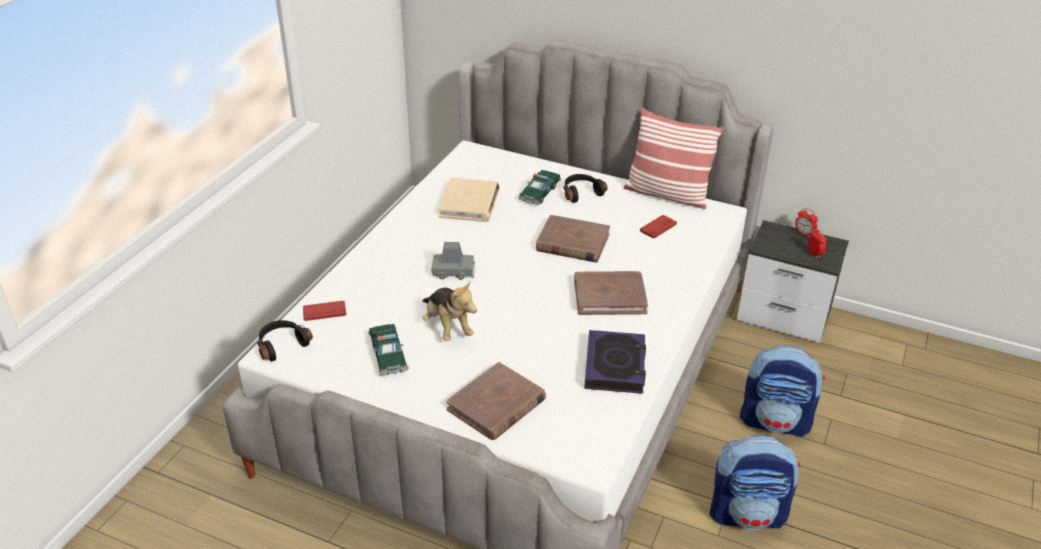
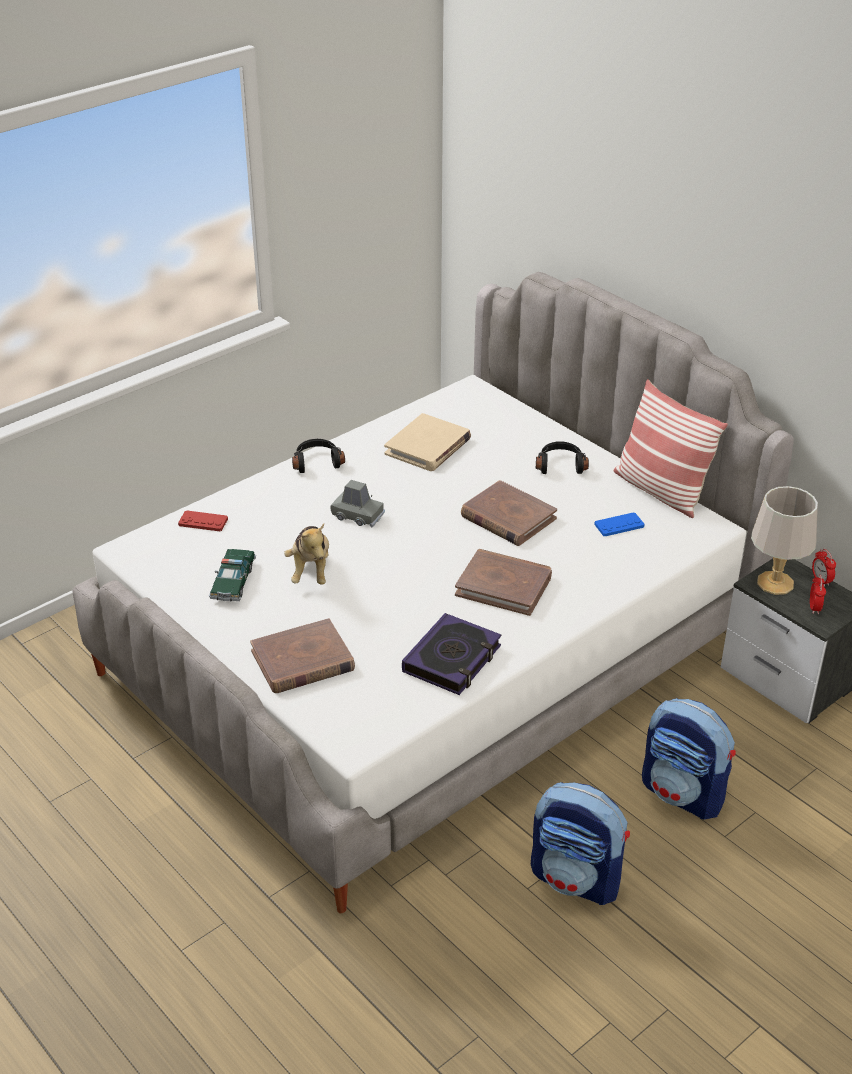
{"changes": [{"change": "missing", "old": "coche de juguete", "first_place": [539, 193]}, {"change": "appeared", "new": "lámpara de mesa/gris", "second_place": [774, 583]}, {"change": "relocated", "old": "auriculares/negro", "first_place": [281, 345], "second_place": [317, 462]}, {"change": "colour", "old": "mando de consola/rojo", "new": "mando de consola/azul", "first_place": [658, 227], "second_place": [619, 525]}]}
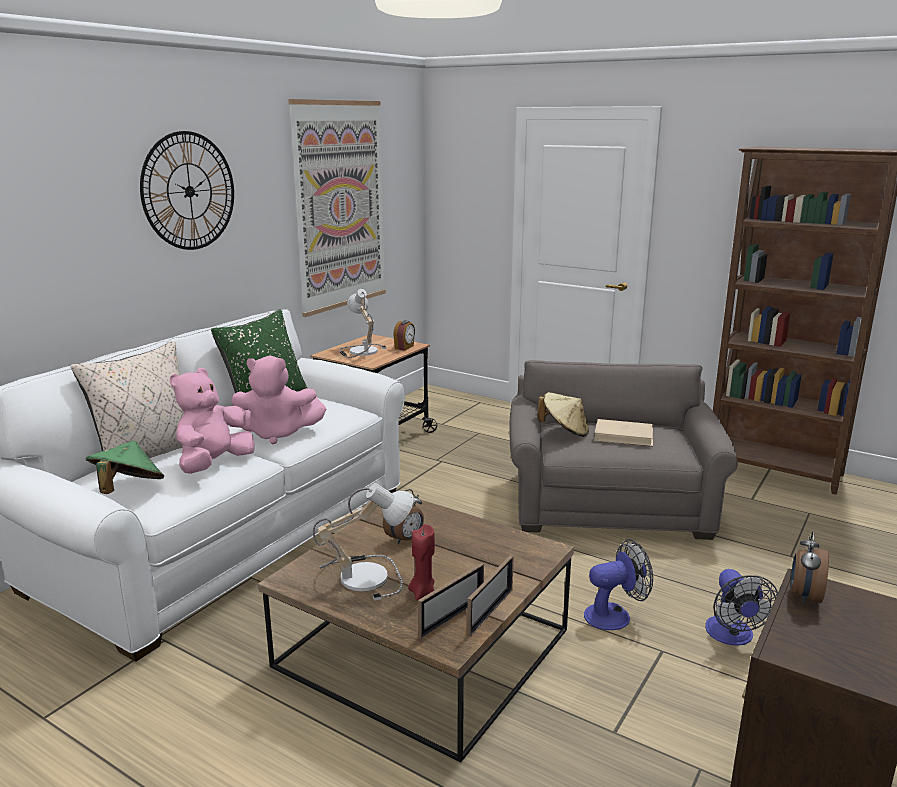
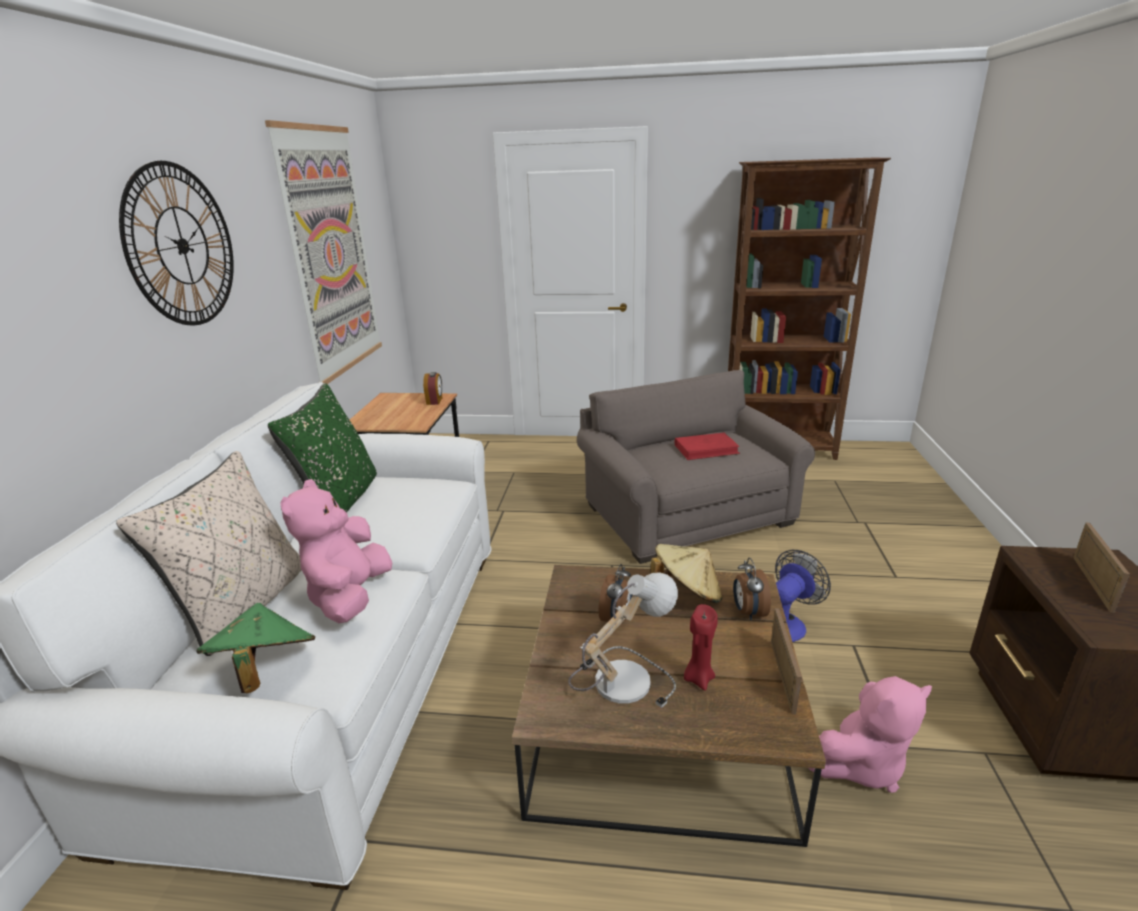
{"changes": [{"change": "missing", "old": "lámpara de mesa", "first_place": [360, 351]}, {"change": "missing", "old": "ventilador", "first_place": [732, 636]}, {"change": "relocated", "old": "peluche/rosa", "first_place": [277, 434], "second_place": [860, 764]}, {"change": "relocated", "old": "portarretratos", "first_place": [452, 617], "second_place": [1092, 583]}, {"change": "relocated", "old": "sombrero/beis", "first_place": [564, 431], "second_place": [686, 594]}, {"change": "relocated", "old": "despertador", "first_place": [804, 596], "second_place": [748, 612]}, {"change": "colour", "old": "libro/beis", "new": "libro/rojo", "first_place": [624, 436], "second_place": [706, 449]}]}
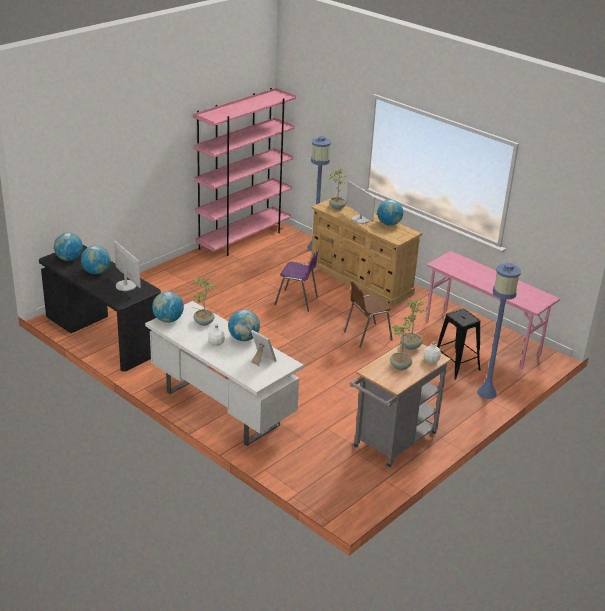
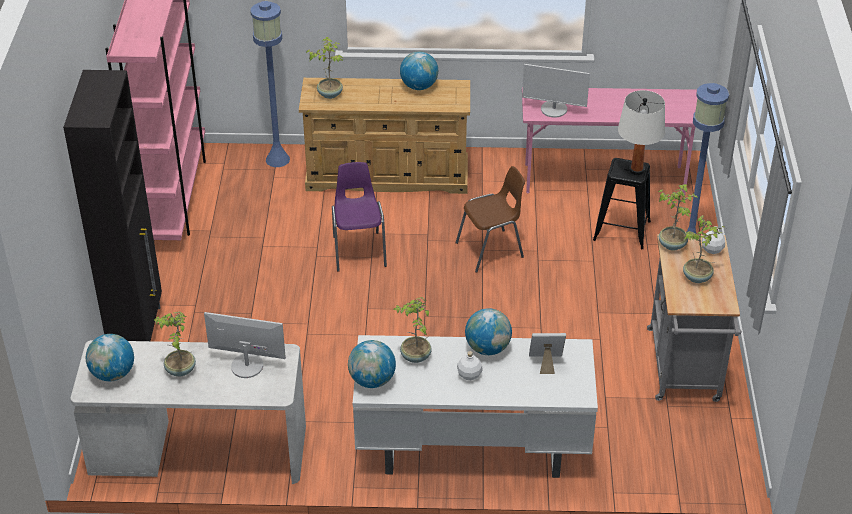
{"changes": [{"change": "appeared", "new": "armario/negro", "second_place": [138, 333]}, {"change": "appeared", "new": "lámpara de mesa/blanco", "second_place": [636, 170]}, {"change": "relocated", "old": "monitor", "first_place": [360, 219], "second_place": [554, 109]}, {"change": "exchanged", "old": "globo terráqueo", "new": "planta en maceta", "first_place": [96, 272], "second_place": [179, 370]}, {"change": "colour", "old": "escritorio/negro", "new": "escritorio/blanco", "first_place": [102, 335], "second_place": [198, 451]}, {"change": "spun", "old": "silla/morado", "first_place": [297, 301], "second_place": [359, 250], "degrees": -75}, {"change": "spun", "old": "silla/marrón", "first_place": [366, 336], "second_place": [491, 250], "degrees": -135}]}
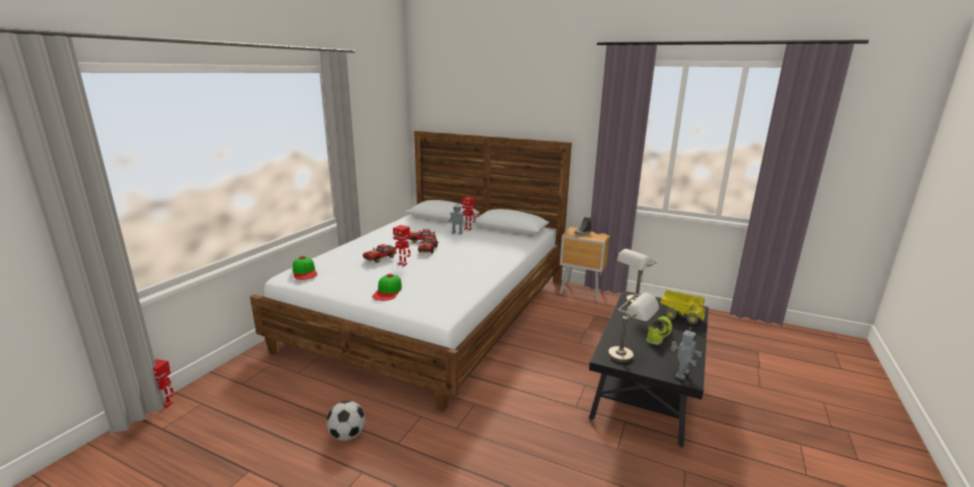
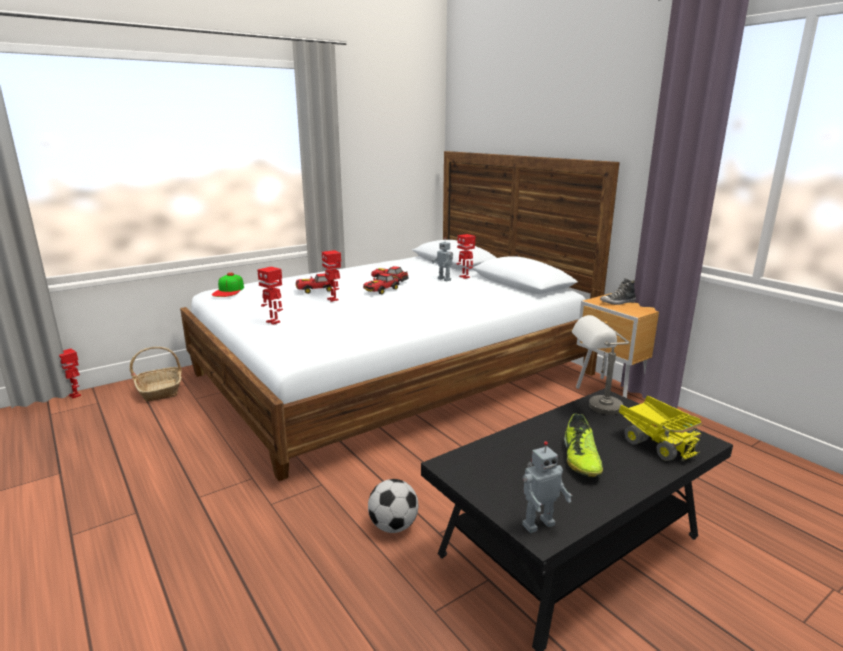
{"changes": [{"change": "missing", "old": "lámpara de mesa/gris", "first_place": [629, 358]}, {"change": "appeared", "new": "cesta", "second_place": [161, 390]}, {"change": "relocated", "old": "balón de fútbol", "first_place": [347, 435], "second_place": [393, 526]}, {"change": "exchanged", "old": "gorra", "new": "robot de juguete", "first_place": [388, 291], "second_place": [274, 322]}, {"change": "spun", "old": "zapato", "first_place": [659, 334], "second_place": [580, 459], "degrees": 120}]}
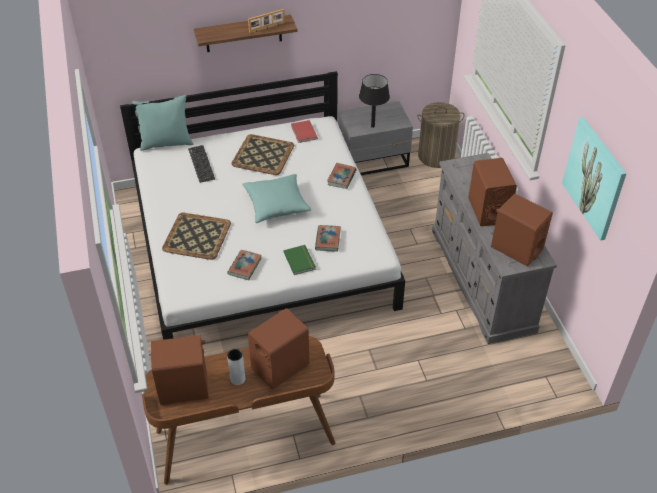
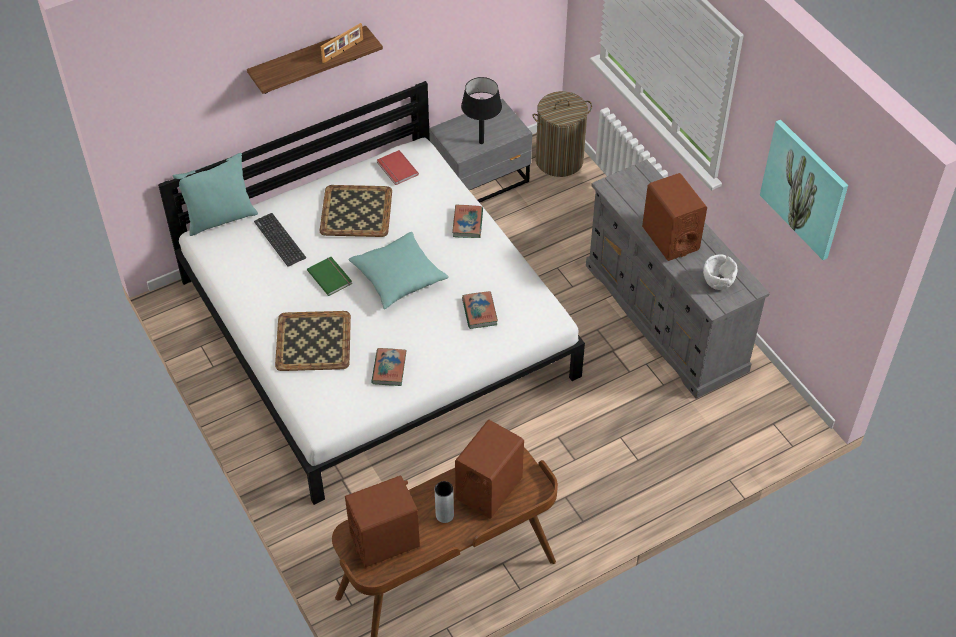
{"changes": [{"change": "relocated", "old": "libro/verde", "first_place": [300, 260], "second_place": [331, 276]}, {"change": "exchanged", "old": "altavoz/marrón", "new": "cuenco/blanco", "first_place": [516, 248], "second_place": [718, 281]}]}
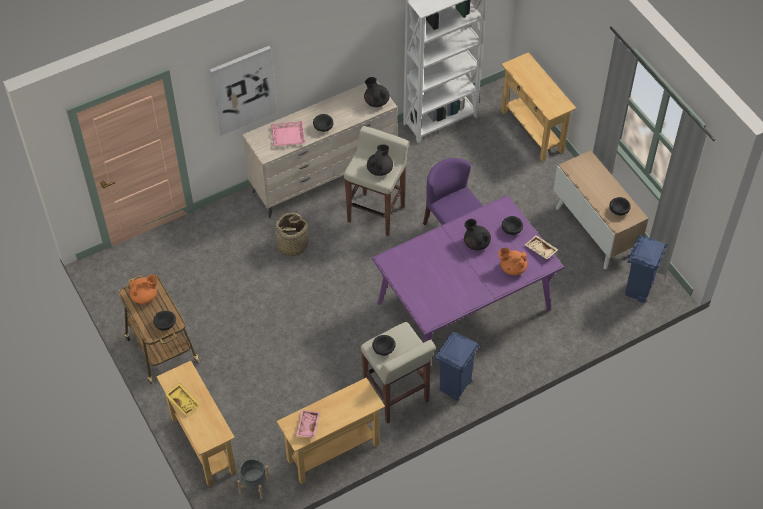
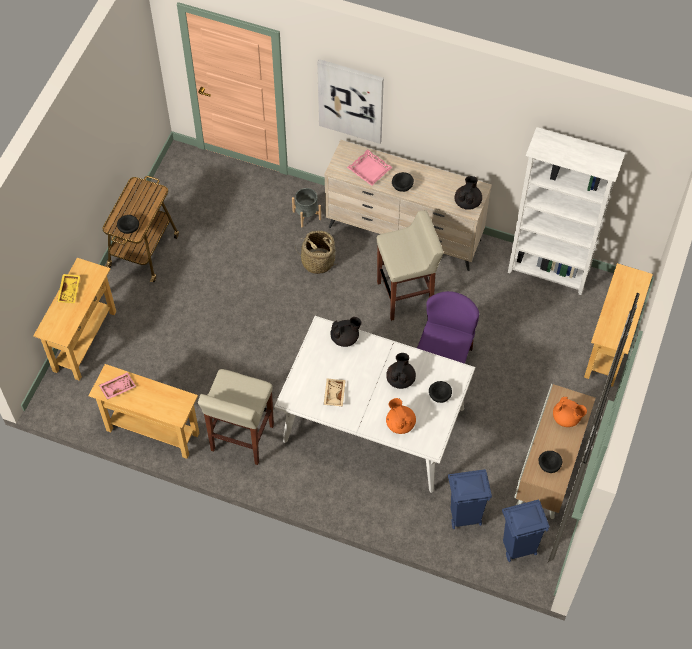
{"changes": [{"change": "missing", "old": "cuenco/negro", "first_place": [383, 349]}, {"change": "relocated", "old": "tetera/naranja", "first_place": [145, 296], "second_place": [566, 418]}, {"change": "relocated", "old": "maceta/gris", "first_place": [254, 485], "second_place": [306, 215]}, {"change": "relocated", "old": "tetera/negro", "first_place": [380, 169], "second_place": [345, 338]}, {"change": "relocated", "old": "papelera/azul", "first_place": [454, 387], "second_place": [464, 517]}, {"change": "relocated", "old": "bandeja/beis", "first_place": [540, 250], "second_place": [333, 394]}, {"change": "colour", "old": "mesa de comedor/morado", "new": "mesa de comedor/blanco", "first_place": [464, 305], "second_place": [375, 424]}]}
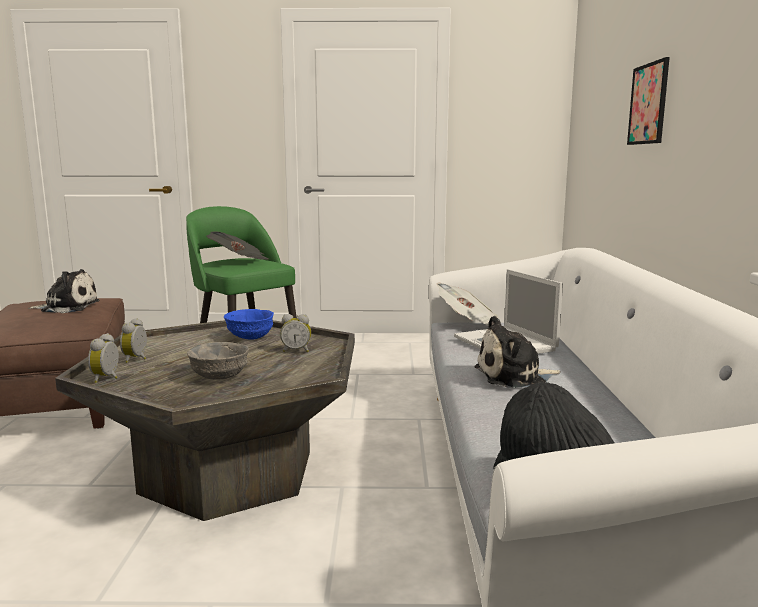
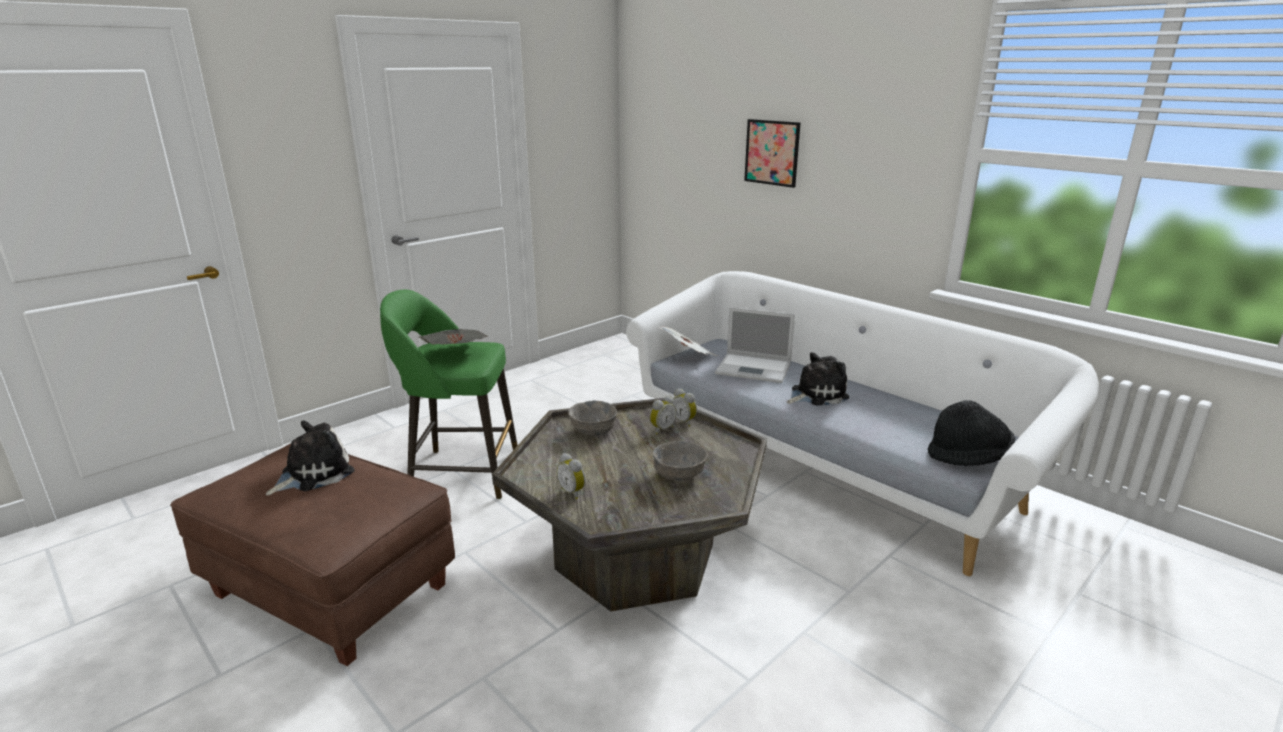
{"changes": [{"change": "relocated", "old": "despertador", "first_place": [108, 378], "second_place": [684, 421]}, {"change": "colour", "old": "cuenco/azul", "new": "cuenco/gris", "first_place": [250, 337], "second_place": [592, 431]}, {"change": "spun", "old": "peluche", "first_place": [514, 377], "second_place": [816, 394], "degrees": -150}]}
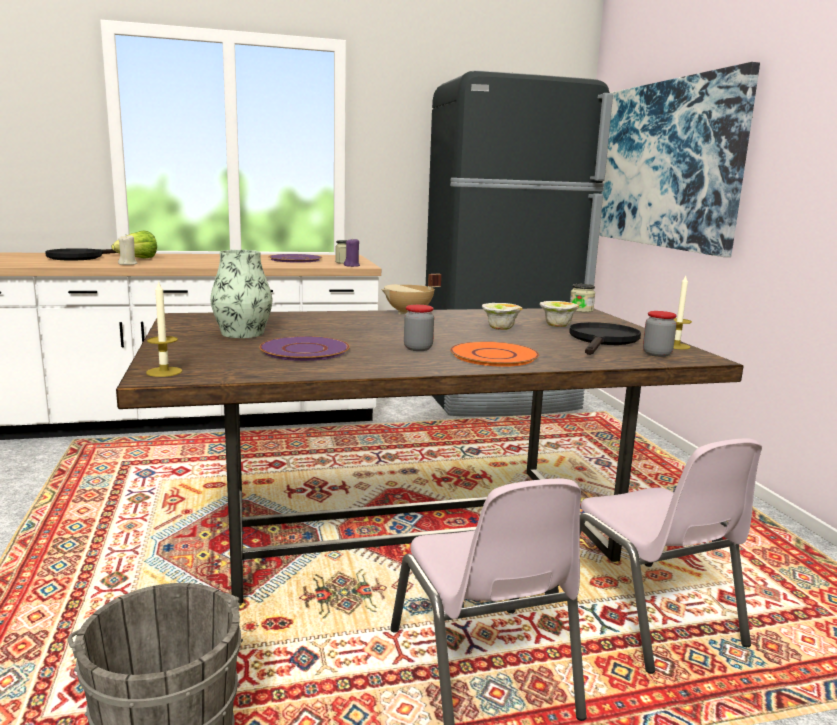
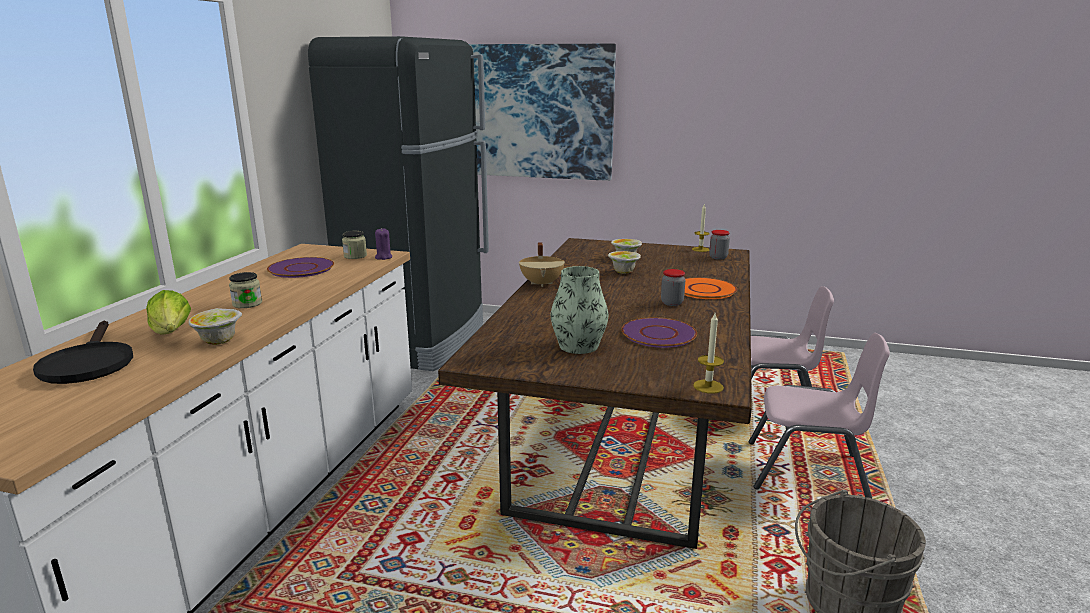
{"changes": [{"change": "missing", "old": "sartén/negro", "first_place": [602, 341]}, {"change": "relocated", "old": "tarro", "first_place": [581, 310], "second_place": [247, 304]}, {"change": "exchanged", "old": "vela/beis", "new": "cuenco", "first_place": [128, 264], "second_place": [220, 341]}]}
